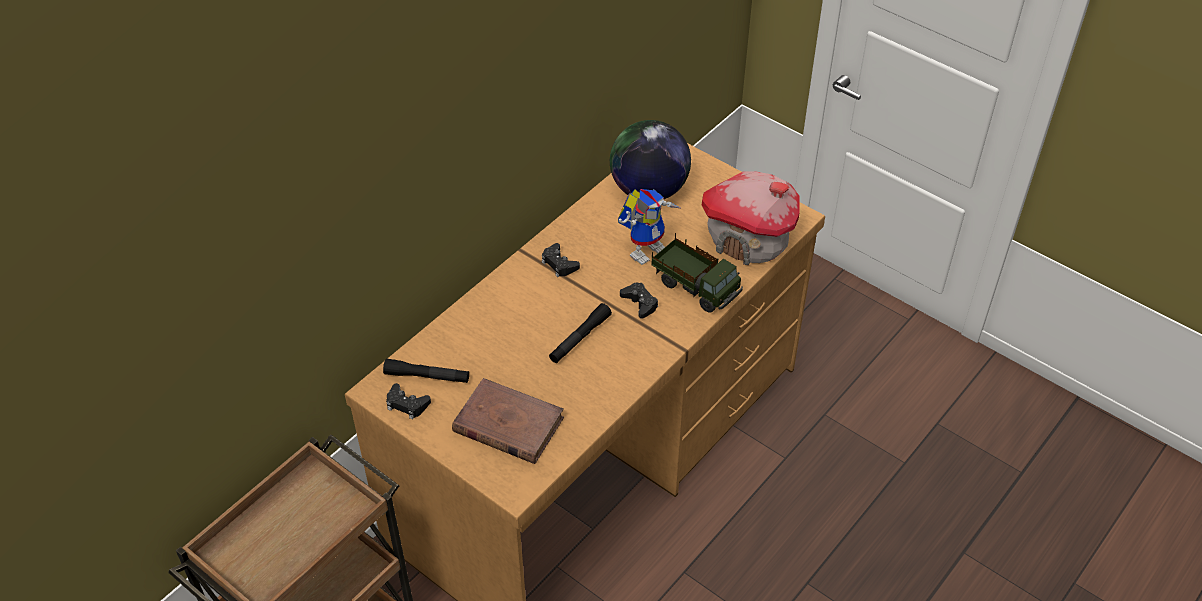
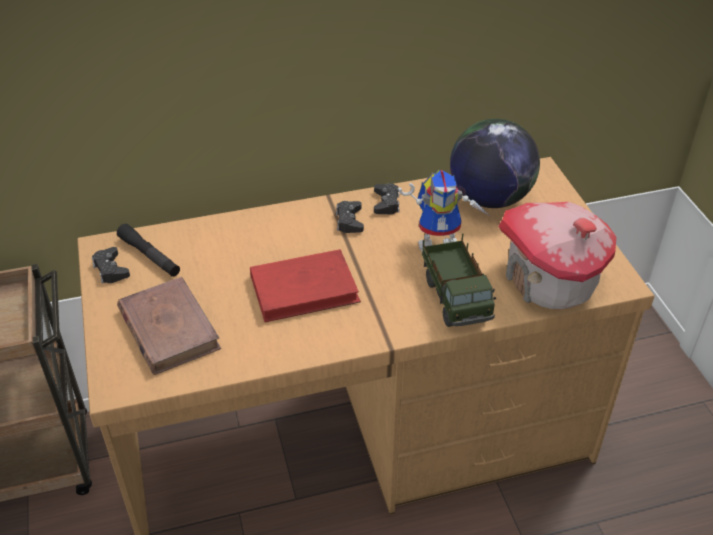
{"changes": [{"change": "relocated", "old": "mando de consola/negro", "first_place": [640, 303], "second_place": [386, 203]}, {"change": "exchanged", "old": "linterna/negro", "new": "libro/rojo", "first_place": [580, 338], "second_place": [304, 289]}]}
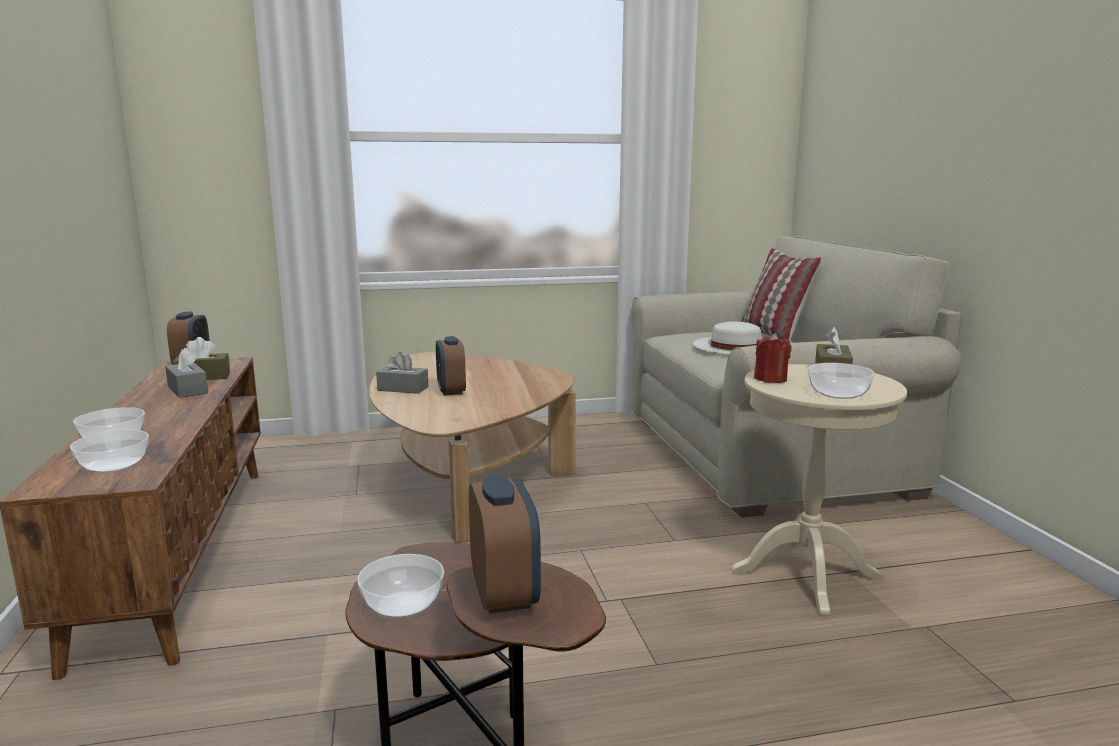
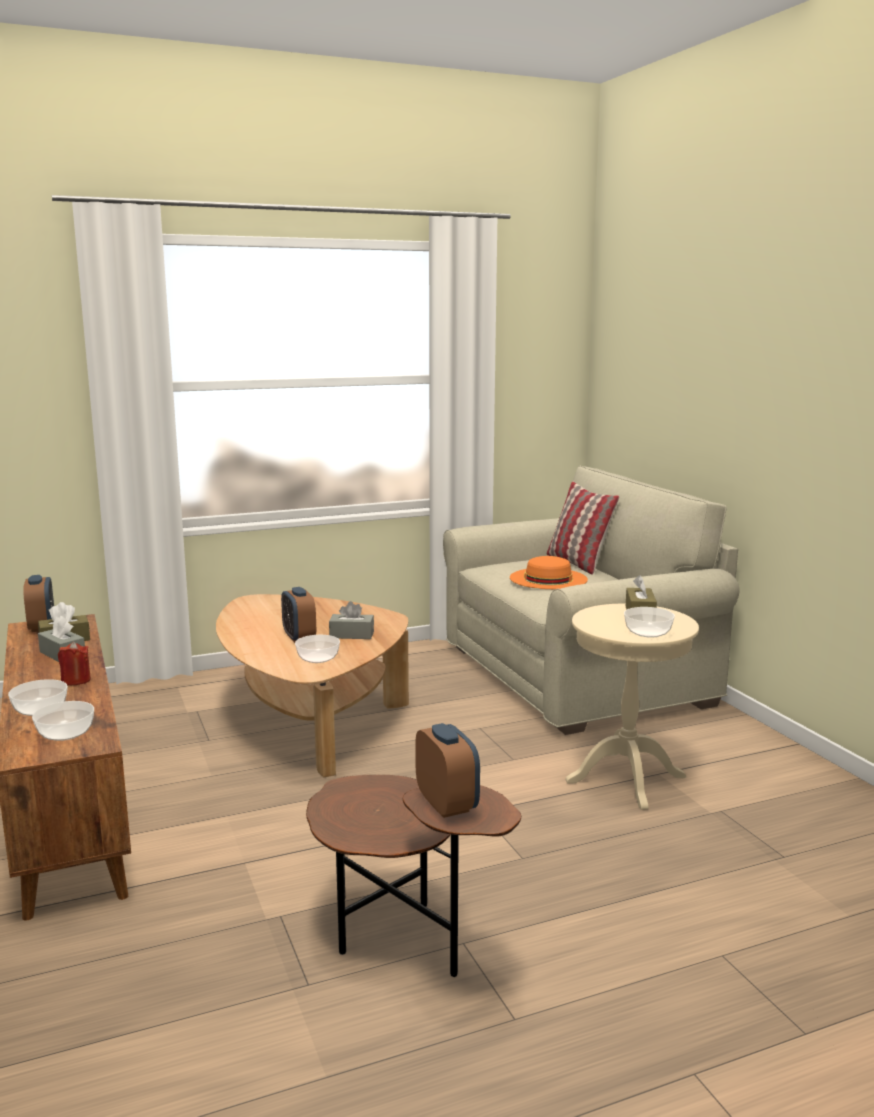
{"changes": [{"change": "relocated", "old": "cuenco", "first_place": [402, 604], "second_place": [318, 658]}, {"change": "relocated", "old": "caja de pañuelos/gris", "first_place": [403, 389], "second_place": [351, 635]}, {"change": "relocated", "old": "vela/rojo", "first_place": [770, 379], "second_place": [76, 680]}, {"change": "colour", "old": "sombrero/blanco", "new": "sombrero/naranja", "first_place": [735, 346], "second_place": [548, 578]}]}
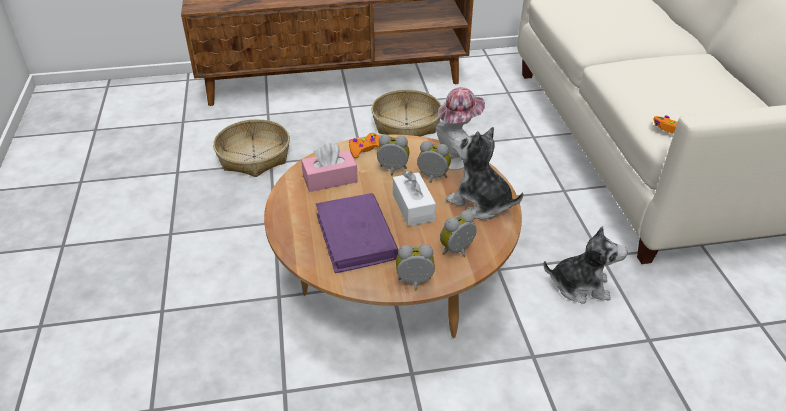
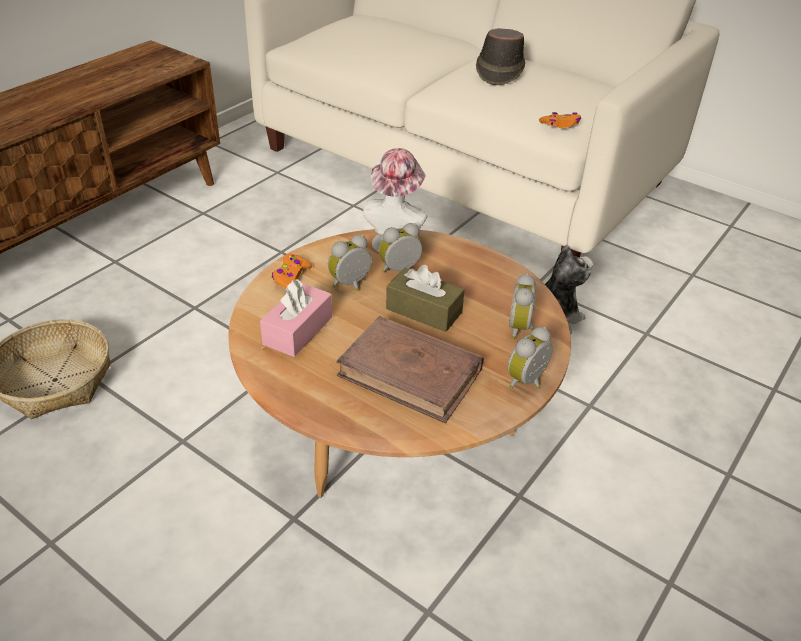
{"changes": [{"change": "missing", "old": "cesta", "first_place": [407, 124]}, {"change": "missing", "old": "peluche", "first_place": [480, 203]}, {"change": "appeared", "new": "sombrero/marrón", "second_place": [499, 71]}, {"change": "colour", "old": "libro/morado", "new": "libro/marrón", "first_place": [356, 236], "second_place": [411, 373]}, {"change": "colour", "old": "caja de pañuelos/blanco", "new": "caja de pañuelos/marrón", "first_place": [413, 207], "second_place": [424, 311]}]}
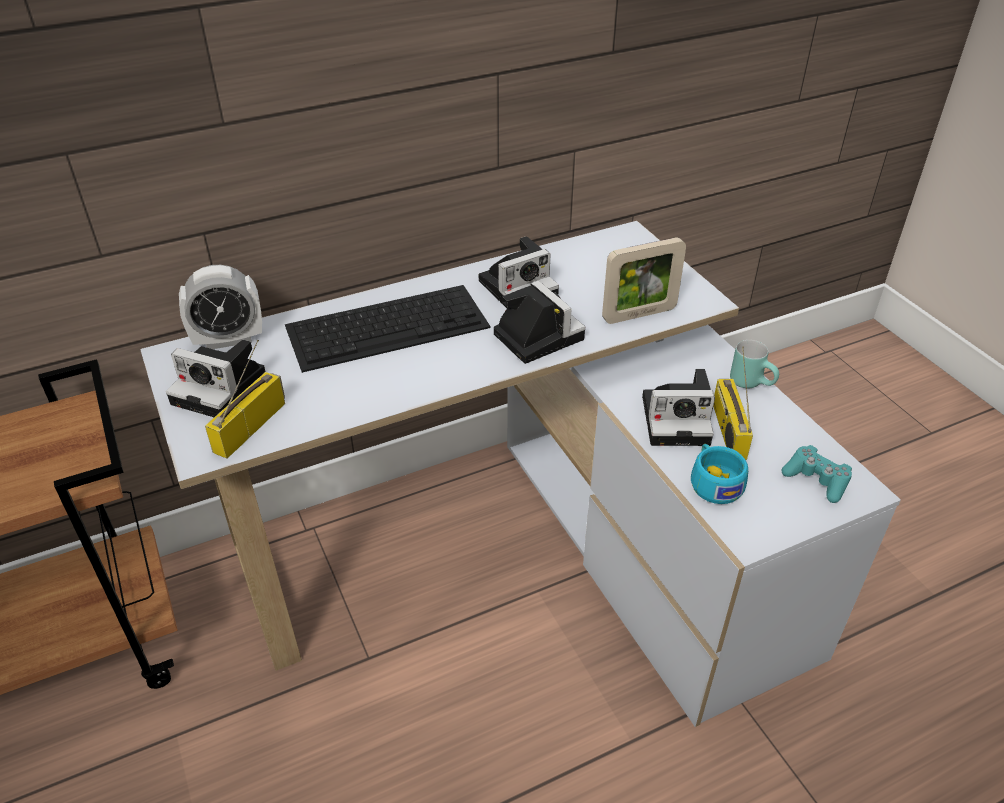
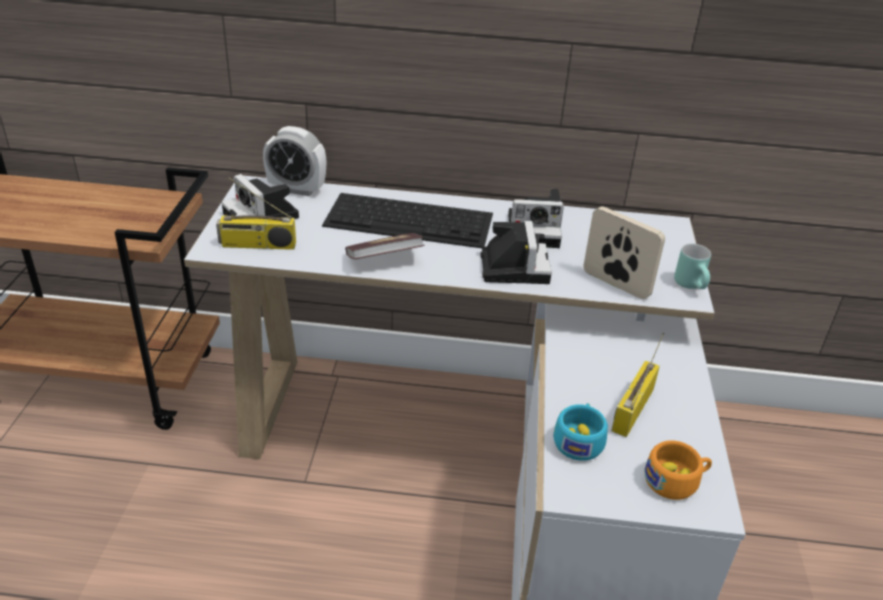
{"changes": [{"change": "missing", "old": "cámara", "first_place": [678, 419]}, {"change": "appeared", "new": "libro", "second_place": [384, 260]}, {"change": "relocated", "old": "taza grande/turquesa", "first_place": [752, 382], "second_place": [693, 286]}, {"change": "exchanged", "old": "mando de consola/turquesa", "new": "taza/naranja", "first_place": [816, 480], "second_place": [676, 481]}, {"change": "spun", "old": "radio", "first_place": [250, 425], "second_place": [257, 245], "degrees": -150}, {"change": "spun", "old": "portarretratos", "first_place": [639, 314], "second_place": [616, 284], "degrees": -150}]}
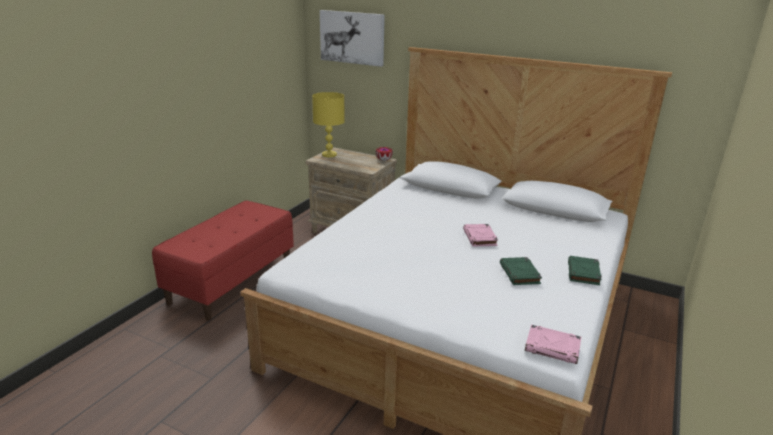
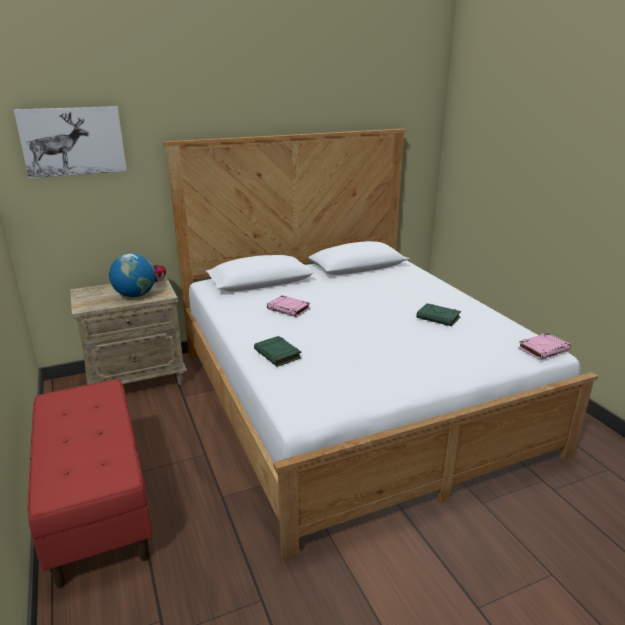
{"changes": [{"change": "missing", "old": "lámpara de mesa/amarillo", "first_place": [329, 154]}, {"change": "appeared", "new": "globo terráqueo", "second_place": [135, 295]}, {"change": "relocated", "old": "libro/rosa", "first_place": [480, 238], "second_place": [289, 309]}, {"change": "relocated", "old": "libro/verde", "first_place": [583, 273], "second_place": [278, 354]}]}
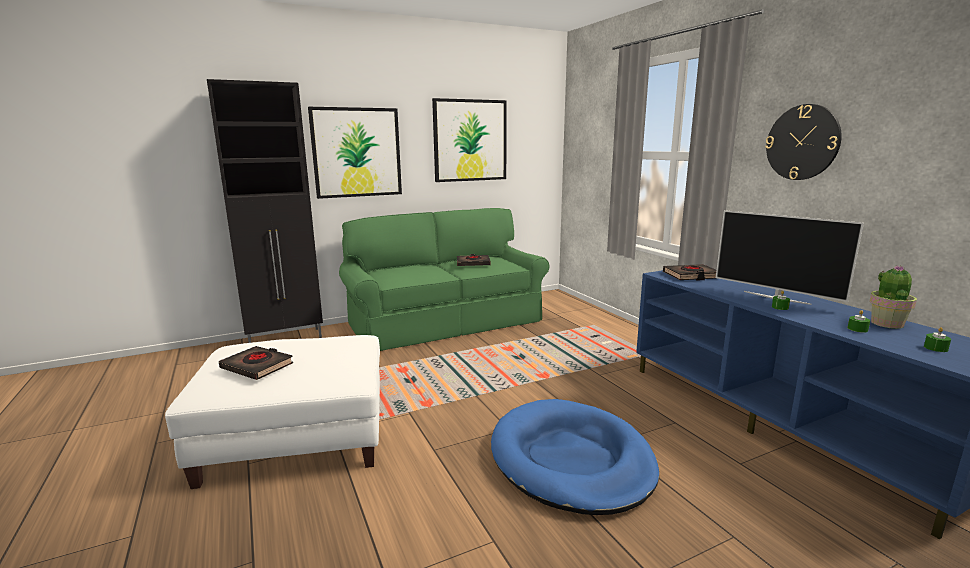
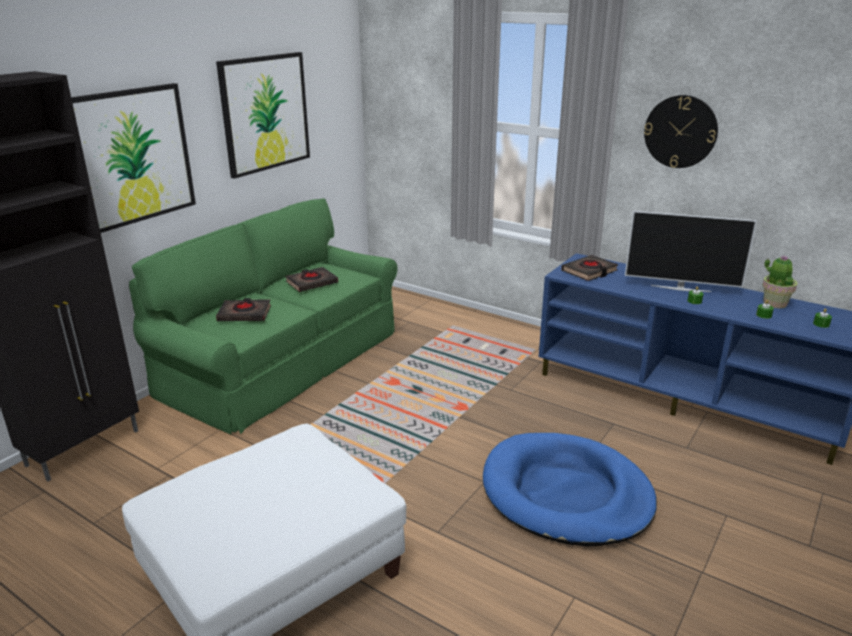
{"changes": [{"change": "relocated", "old": "libro/negro", "first_place": [257, 366], "second_place": [244, 314]}]}
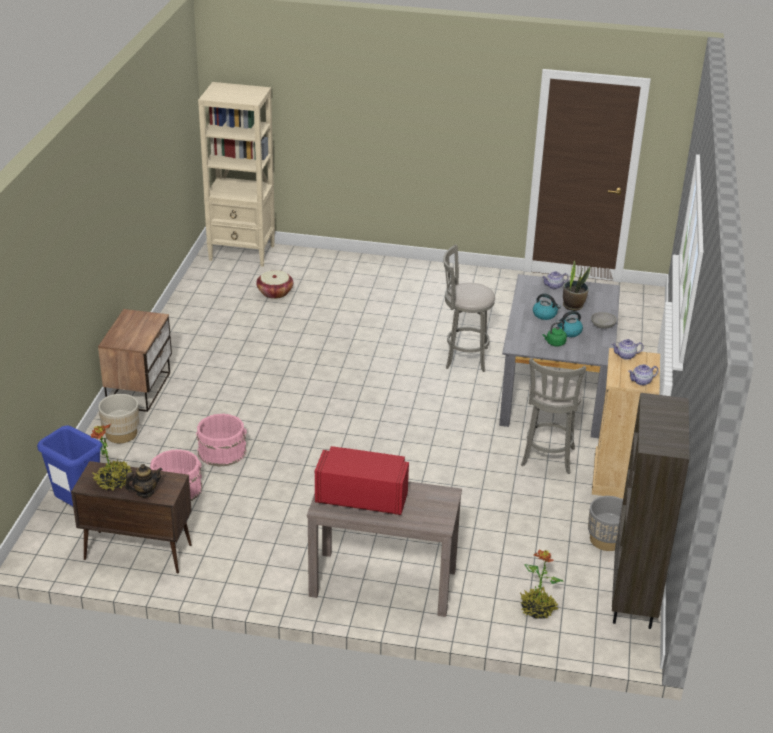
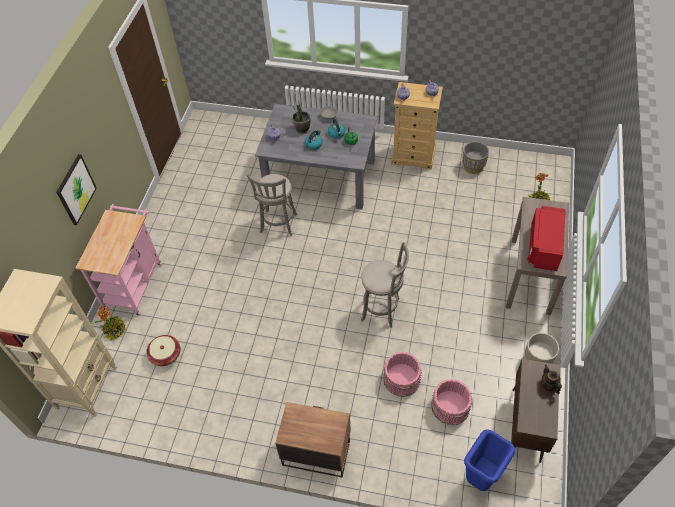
{"changes": [{"change": "missing", "old": "estantería/marrón", "first_place": [634, 599]}, {"change": "appeared", "new": "cuadro", "second_place": [75, 189]}, {"change": "appeared", "new": "carrito/rosa", "second_place": [134, 282]}, {"change": "relocated", "old": "planta en maceta", "first_place": [113, 481], "second_place": [115, 330]}, {"change": "relocated", "old": "maceta/beis", "first_place": [121, 434], "second_place": [537, 360]}, {"change": "relocated", "old": "taburete/gris", "first_place": [547, 459], "second_place": [382, 310]}]}
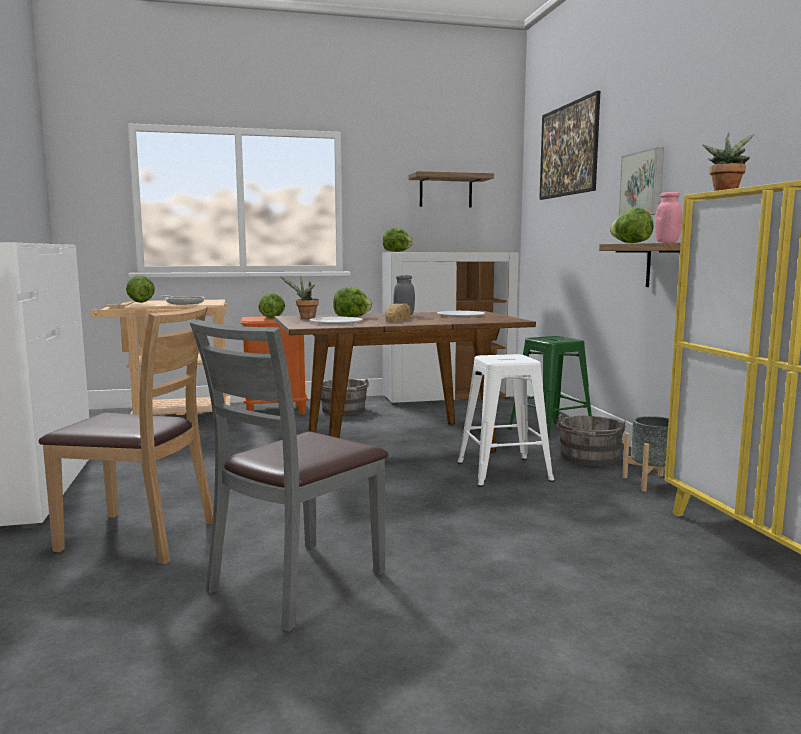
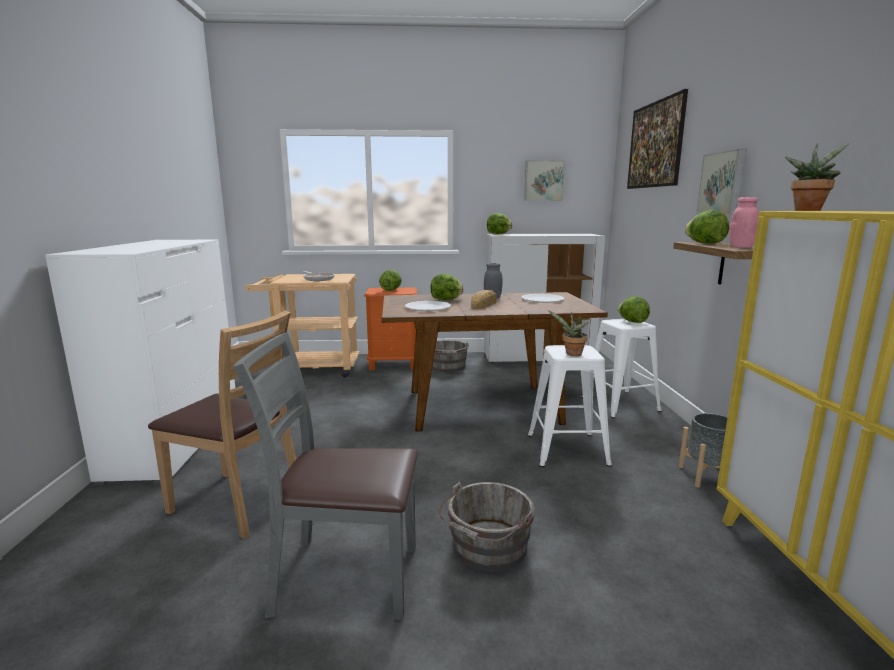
{"changes": [{"change": "relocated", "old": "lechuga", "first_place": [140, 302], "second_place": [632, 322]}, {"change": "relocated", "old": "planta en maceta", "first_place": [305, 318], "second_place": [571, 354]}, {"change": "relocated", "old": "cubo/gris", "first_place": [589, 458], "second_place": [487, 549]}, {"change": "exchanged", "old": "estante", "new": "cuadro", "first_place": [445, 191], "second_place": [543, 180]}, {"change": "colour", "old": "taburete/verde", "new": "taburete/blanco", "first_place": [552, 432], "second_place": [621, 404]}, {"change": "spun", "old": "silla/gris", "first_place": [297, 583], "second_place": [345, 578], "degrees": 45}]}
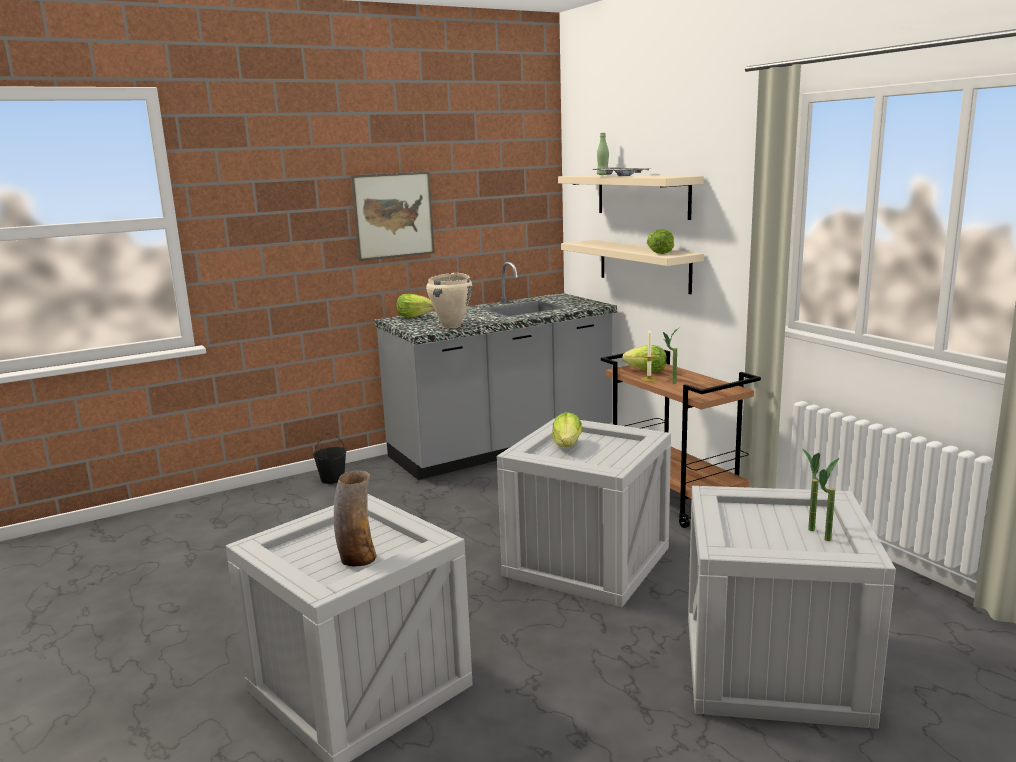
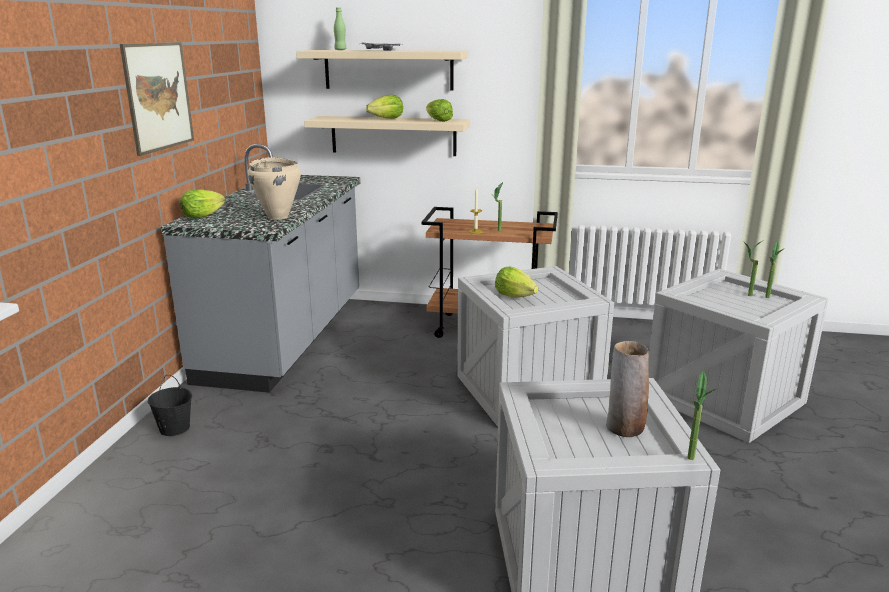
{"changes": [{"change": "appeared", "new": "planta en maceta", "second_place": [692, 462]}, {"change": "relocated", "old": "lechuga", "first_place": [646, 371], "second_place": [387, 119]}]}
